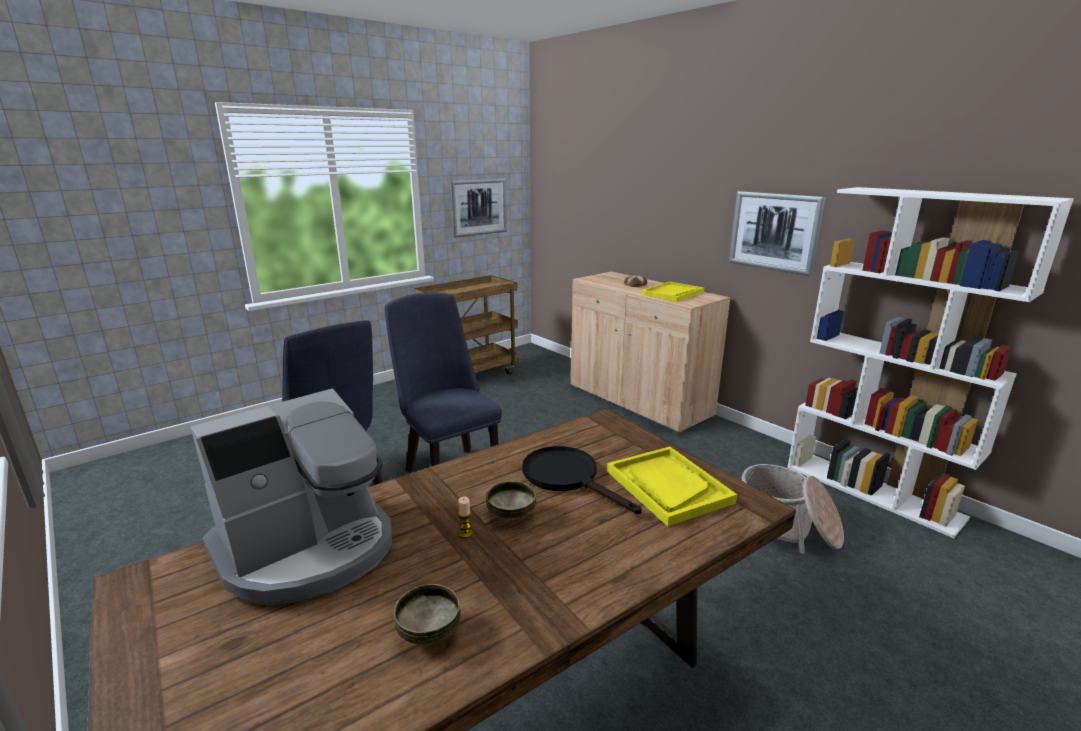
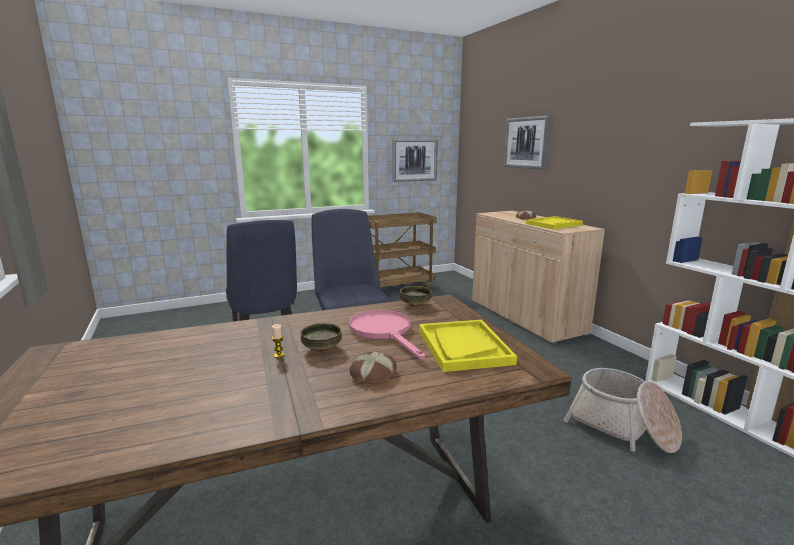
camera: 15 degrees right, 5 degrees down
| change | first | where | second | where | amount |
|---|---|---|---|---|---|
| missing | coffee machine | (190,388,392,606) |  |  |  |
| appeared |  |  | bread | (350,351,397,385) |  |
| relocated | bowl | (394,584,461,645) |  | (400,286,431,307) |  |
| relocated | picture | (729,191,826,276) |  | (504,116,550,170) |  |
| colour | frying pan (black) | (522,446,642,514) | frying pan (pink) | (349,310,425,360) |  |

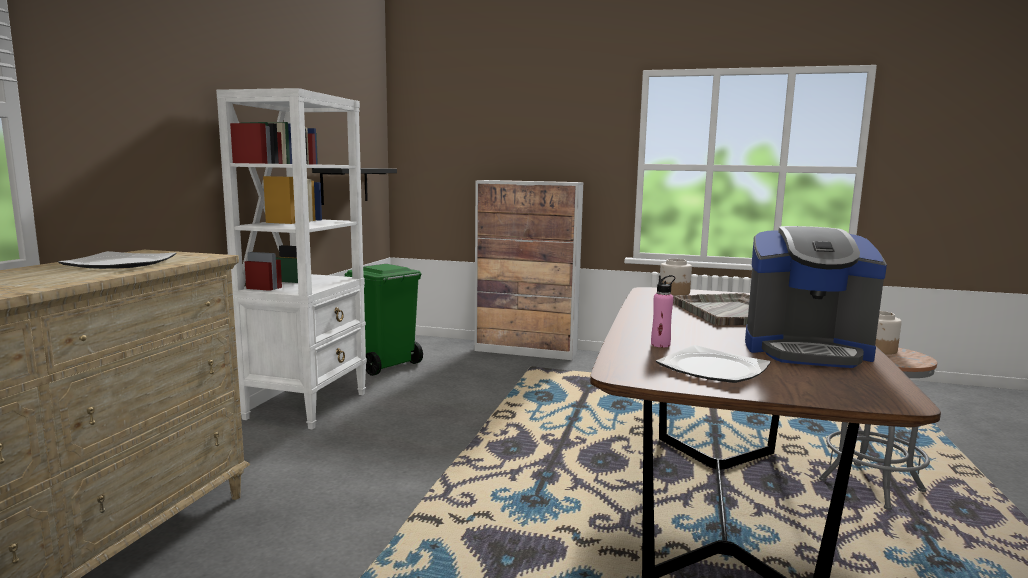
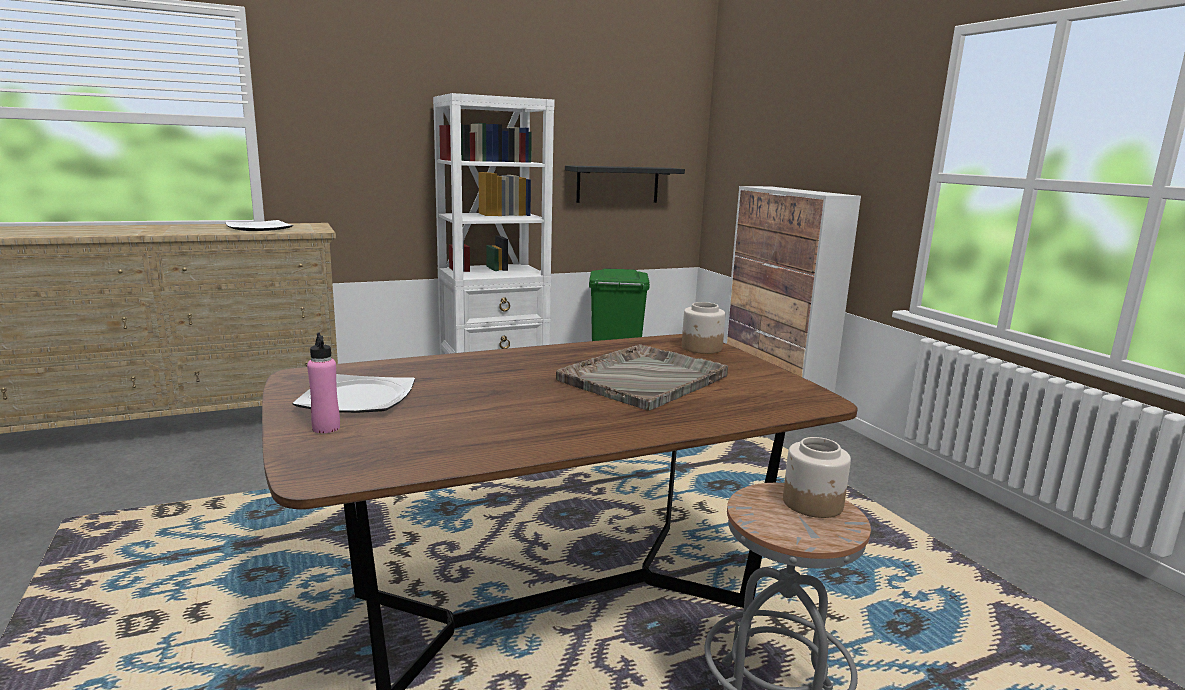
camera: 50 degrees right, 5 degrees up
| change | first | where | second | where | amount |
|---|---|---|---|---|---|
| missing | coffee machine | (745,226,887,368) |  |  |  |
| relocated | bottle (pink) | (651,275,675,347) |  | (307,333,340,433) |  |

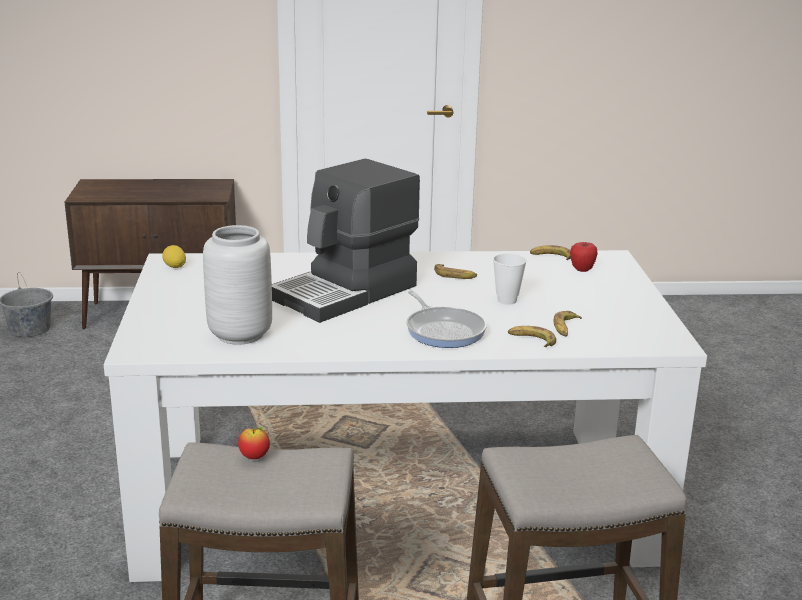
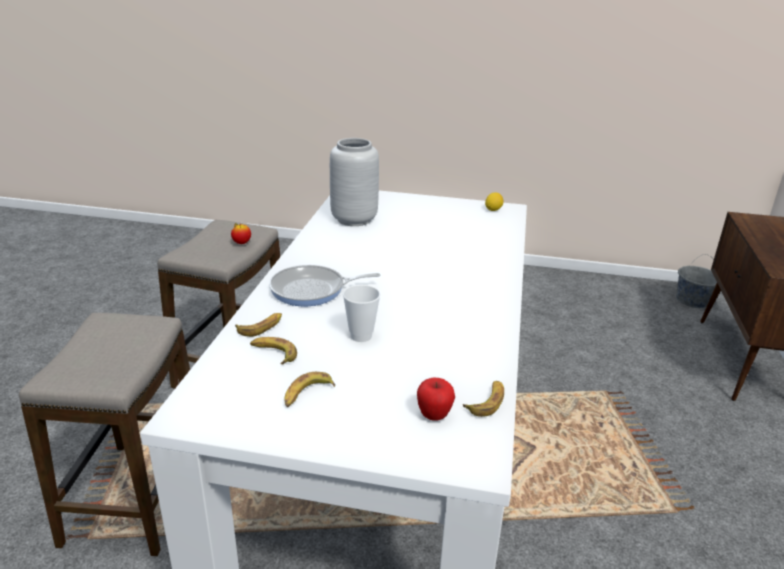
camera: 105 degrees right, 5 degrees up
| change | first | where | second | where | amount |
|---|---|---|---|---|---|
| missing | coffee machine | (272,159,420,323) |  |  |  |
| relocated | banana | (434,264,477,279) |  | (285,372,335,407) |  |

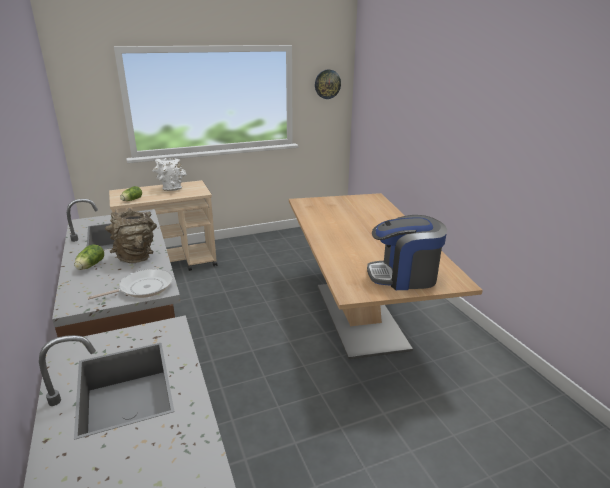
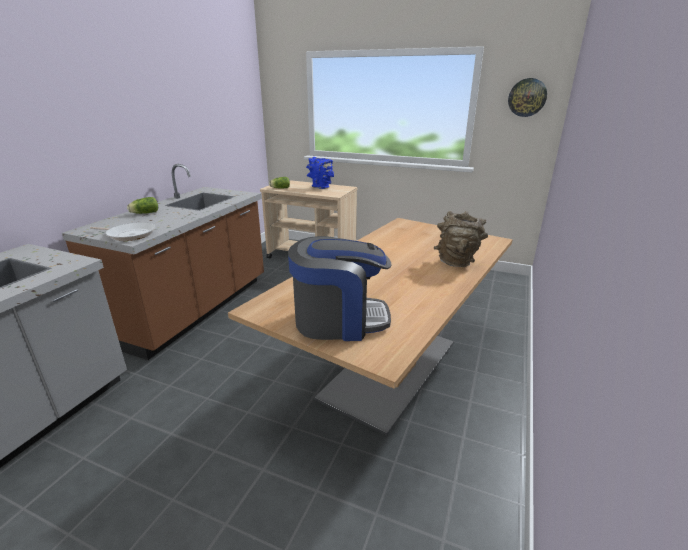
camera: 45 degrees right, 0 degrees up
| change | first | where | second | where | amount |
|---|---|---|---|---|---|
| relocated | vase (brown) | (105,208,157,264) |  | (434,211,488,267) |  |
| colour | vase (white) | (152,158,187,191) | vase (blue) | (306,157,334,189) |  |
| spun | coffee machine | (367,215,447,290) |  | (288,236,392,341) | 135 degrees clockwise |

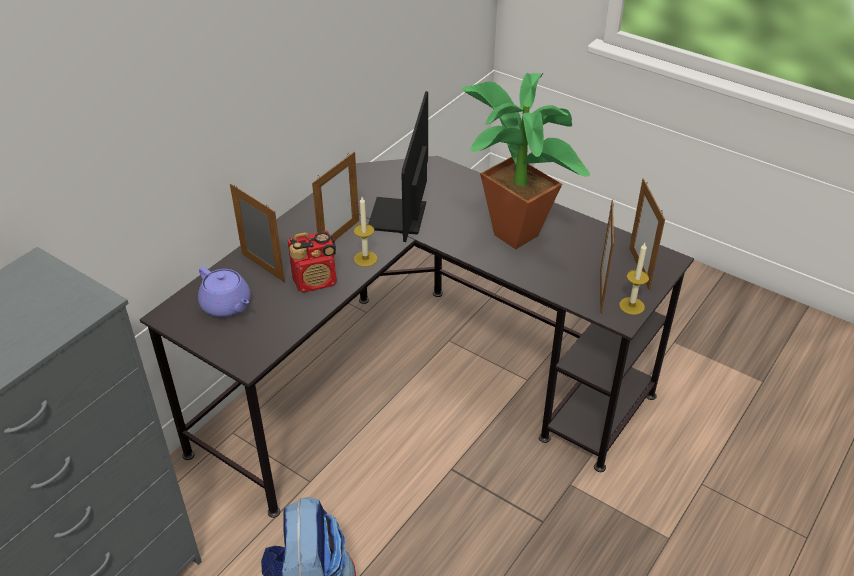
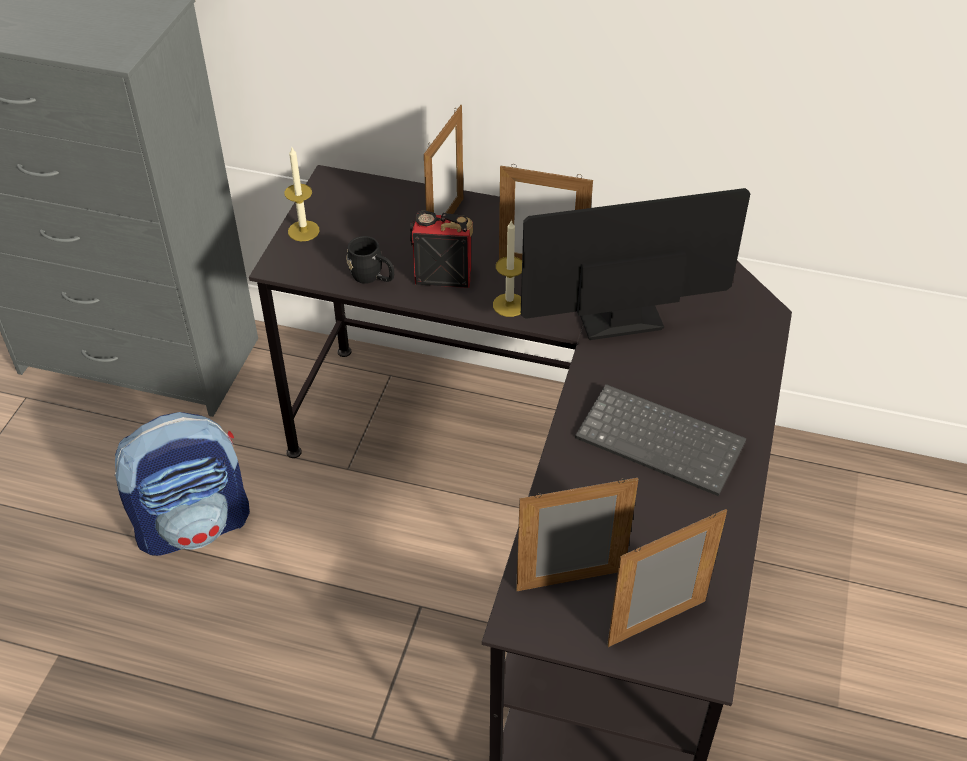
camera: 70 degrees right, 5 degrees up
| change | first | where | second | where | amount |
|---|---|---|---|---|---|
| missing | teapot (purple) | (198,267,251,317) |  |  |  |
| appeared |  |  | mug (black) | (346,236,394,284) |  |
| relocated | candle | (619,243,649,315) |  | (284,147,320,241) |  |
| exchanged | potted plant | (461,73,590,249) | keyboard | (575,384,746,496) |  |
| spun | radio | (288,231,337,293) |  | (410,210,473,288) | 135 degrees clockwise |

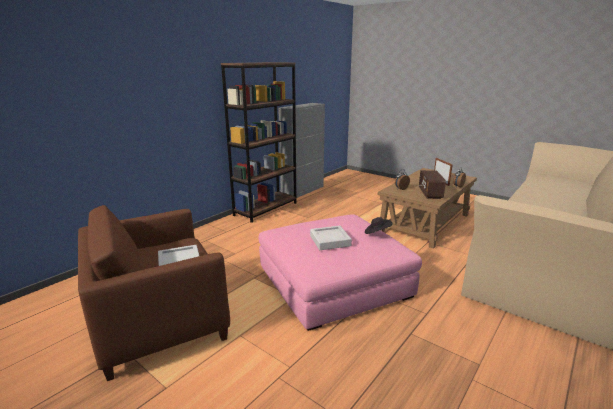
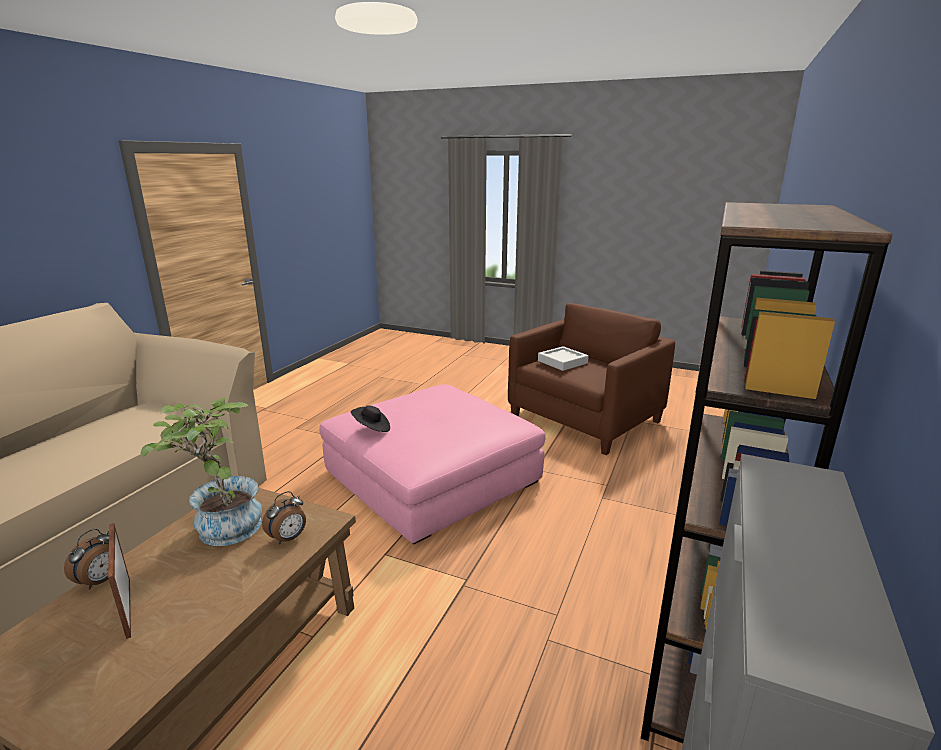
camera: 165 degrees right, 0 degrees up
| change | first | where | second | where | amount |
|---|---|---|---|---|---|
| missing | tray (grey) | (310,226,352,250) |  |  |  |
| exchanged | radio | (419,170,446,199) | potted plant | (141,398,262,546) |  |

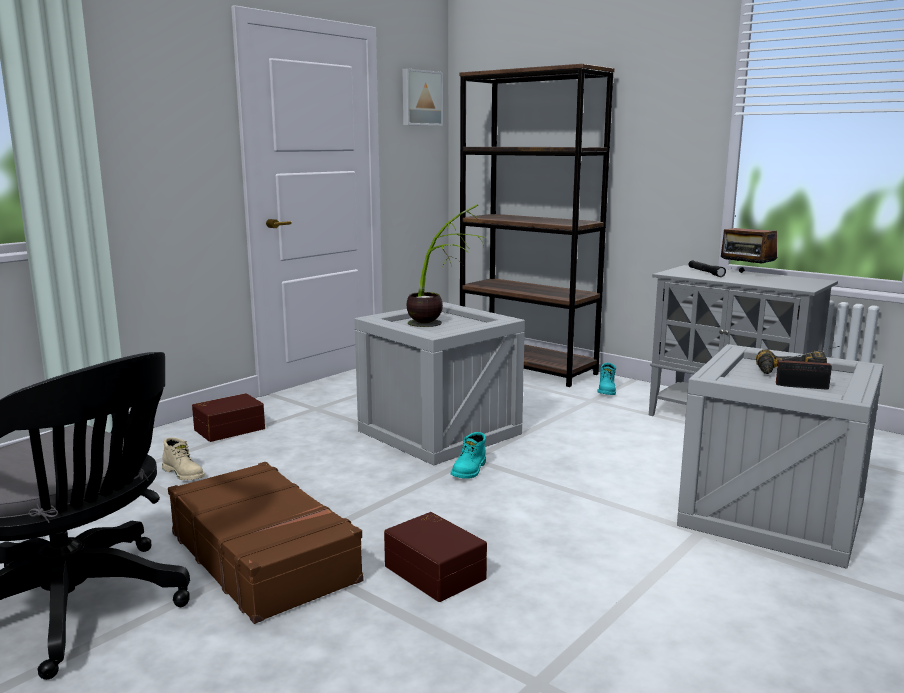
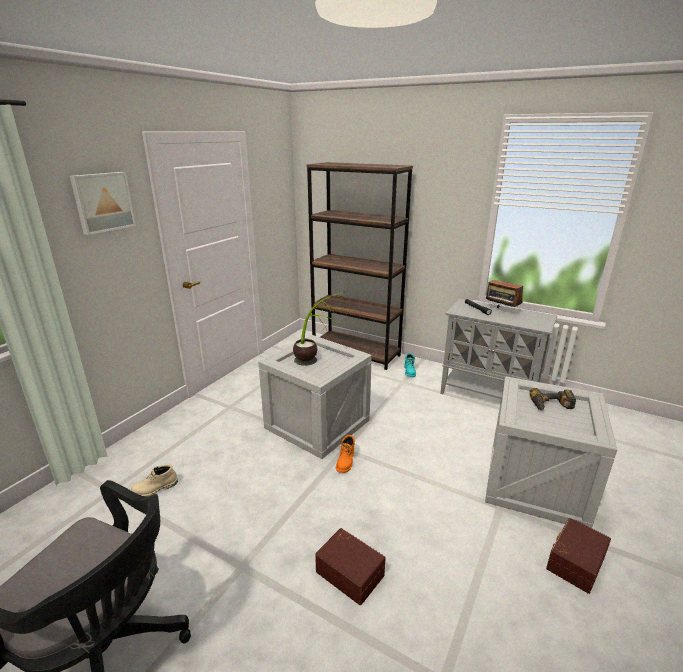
camera: 10 degrees left, 10 degrees up
| change | first | where | second | where | amount |
|---|---|---|---|---|---|
| missing | suitcase (brown) | (168,462,364,624) |  |  |  |
| missing | radio | (776,346,840,390) |  |  |  |
| relocated | storage box (brown) | (192,393,265,442) |  | (546,518,611,594) |  |
| relocated | picture | (403,68,443,126) |  | (70,172,136,235) |  |
| colour | boot (turquoise) | (451,432,486,479) | boot (orange) | (336,435,355,473) |  |
| spun | boot (beige) | (162,437,205,480) |  | (130,464,178,496) | 120 degrees clockwise |

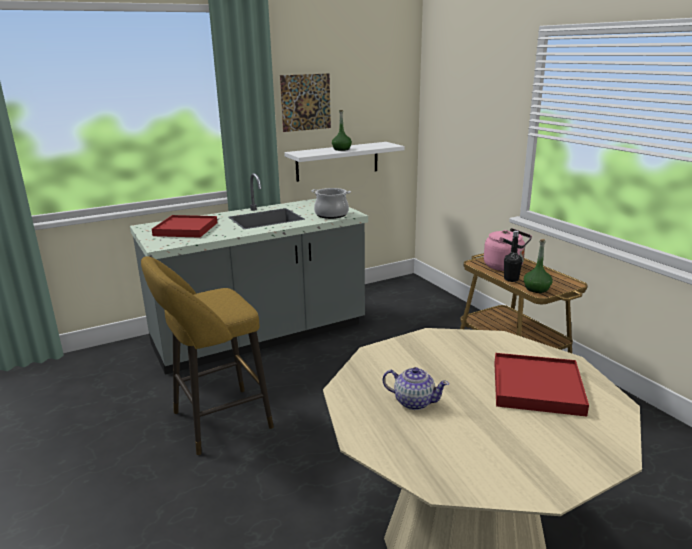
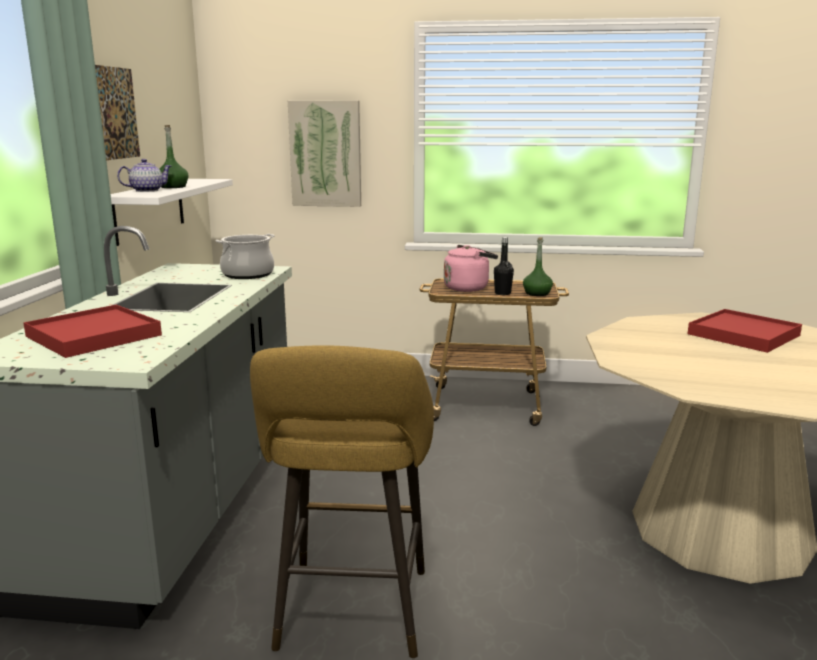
camera: 55 degrees left, 5 degrees down
| change | first | where | second | where | amount |
|---|---|---|---|---|---|
| appeared |  |  | picture | (288,100,361,207) |  |
| relocated | teapot | (383,367,449,410) |  | (117,159,172,192) |  |

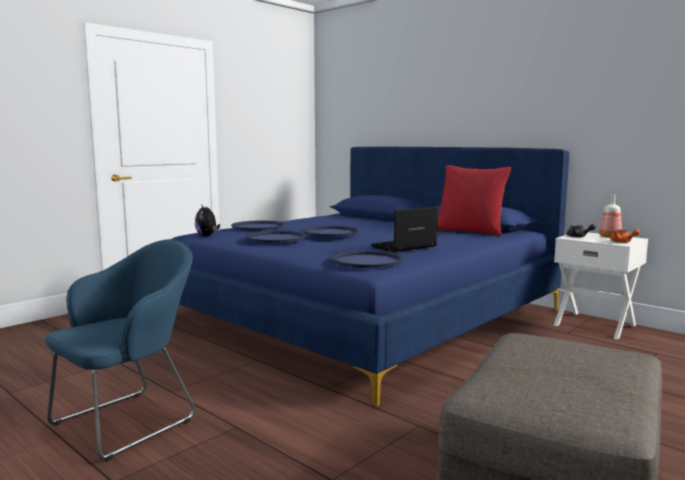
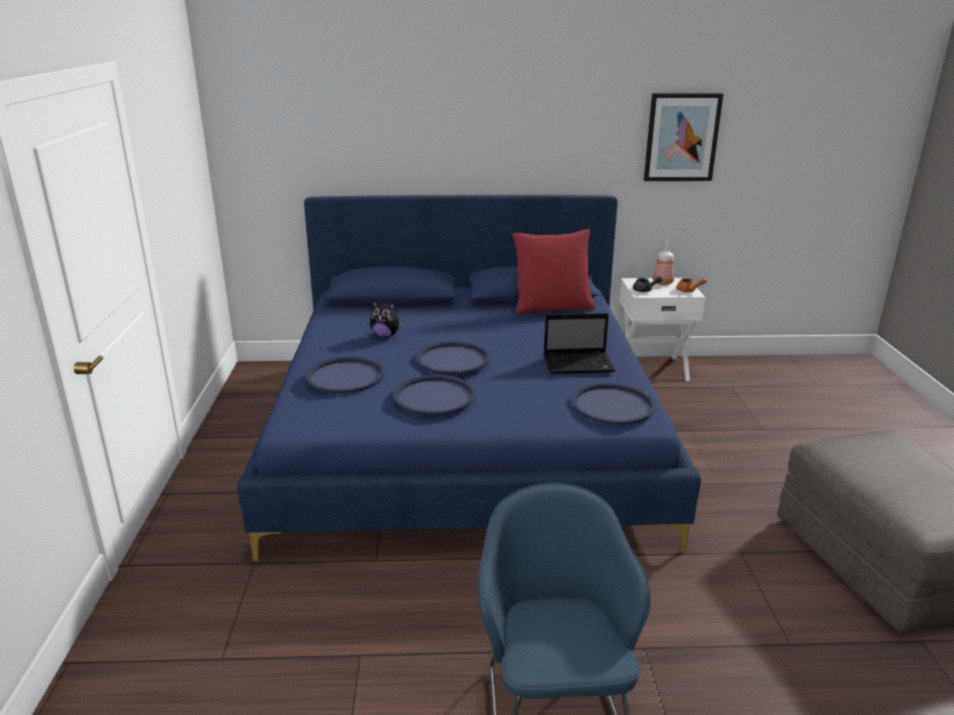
camera: 45 degrees left, 15 degrees up
| change | first | where | second | where | amount |
|---|---|---|---|---|---|
| appeared |  |  | picture | (644,93,723,181) |  |
| relocated | plush toy | (195,204,220,236) |  | (370,301,404,338) |  |
| spun | laptop | (371,207,438,252) |  | (544,313,615,374) | 105 degrees counterclockwise |

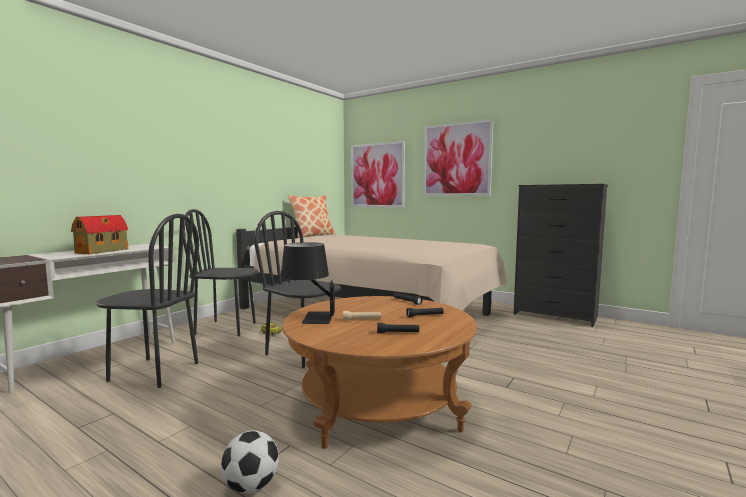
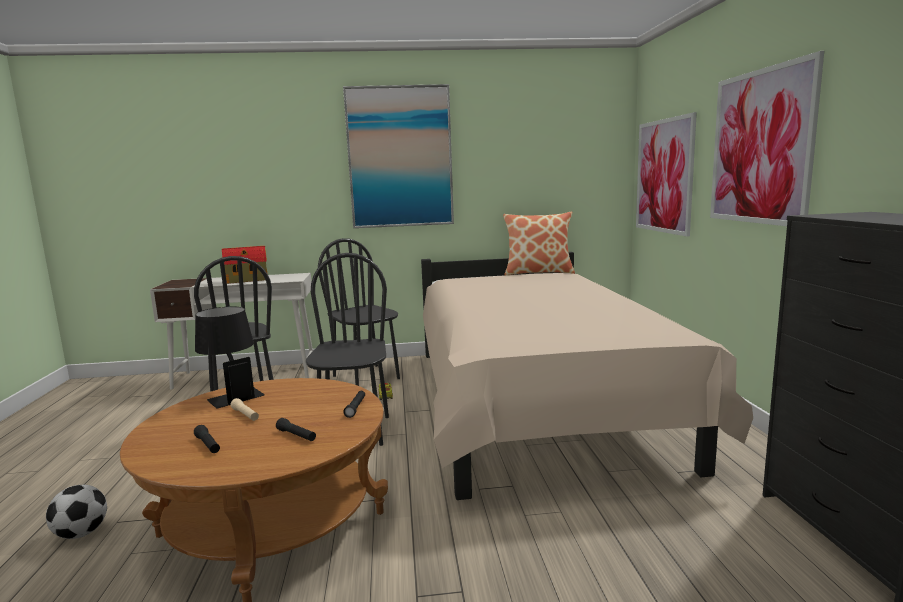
camera: 50 degrees right, 5 degrees up
| change | first | where | second | where | amount |
|---|---|---|---|---|---|
| appeared |  |  | picture | (343,84,454,228) |  |

